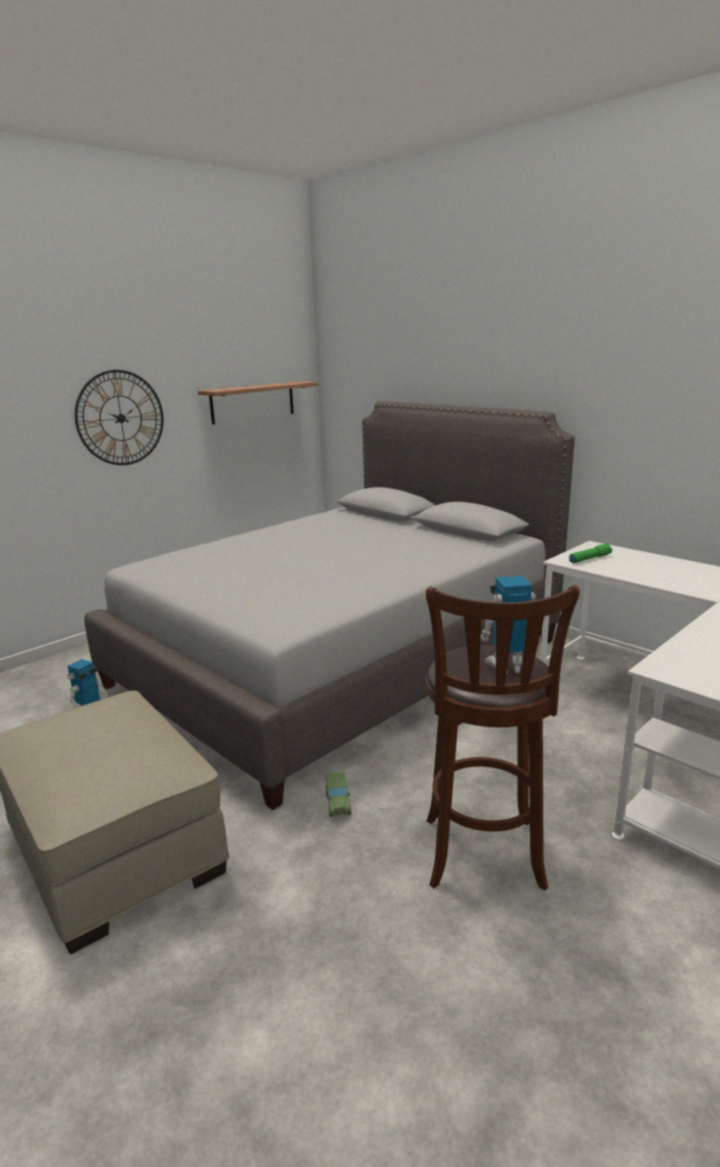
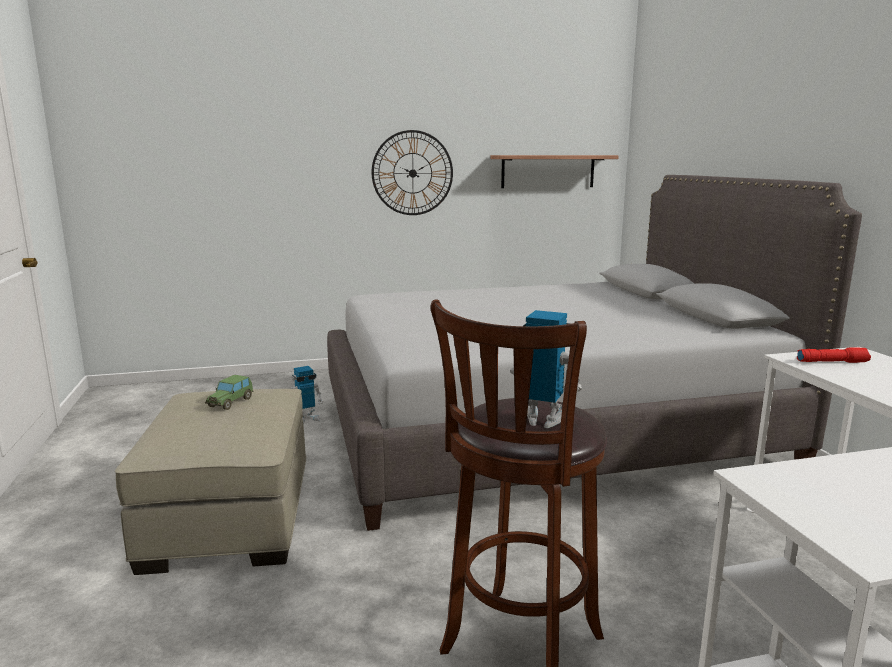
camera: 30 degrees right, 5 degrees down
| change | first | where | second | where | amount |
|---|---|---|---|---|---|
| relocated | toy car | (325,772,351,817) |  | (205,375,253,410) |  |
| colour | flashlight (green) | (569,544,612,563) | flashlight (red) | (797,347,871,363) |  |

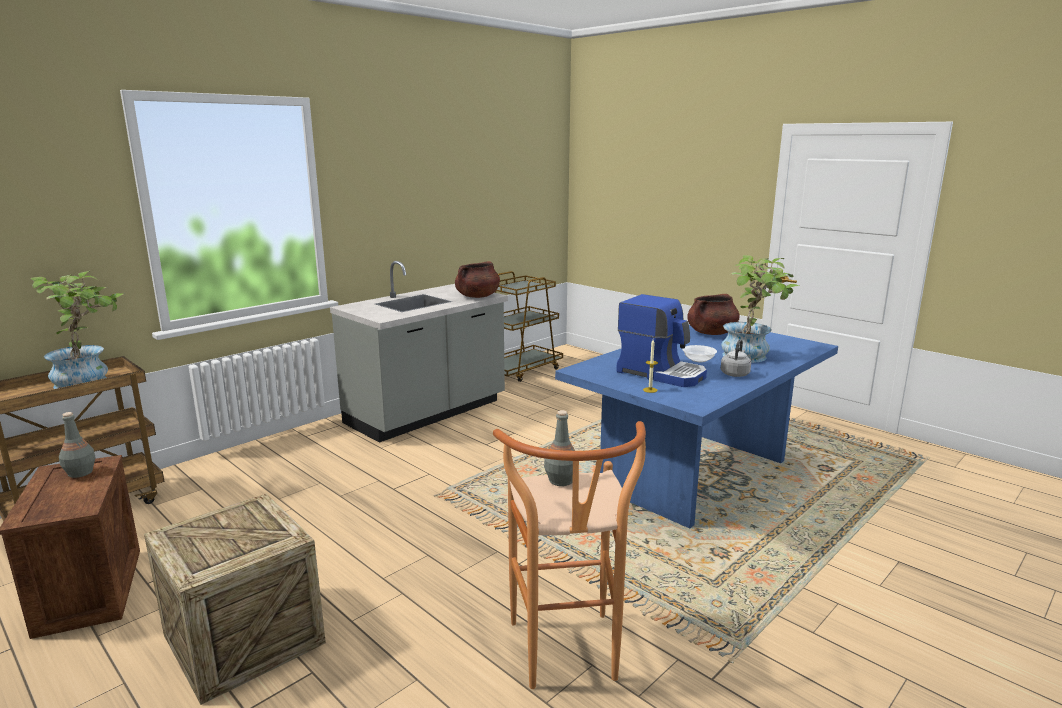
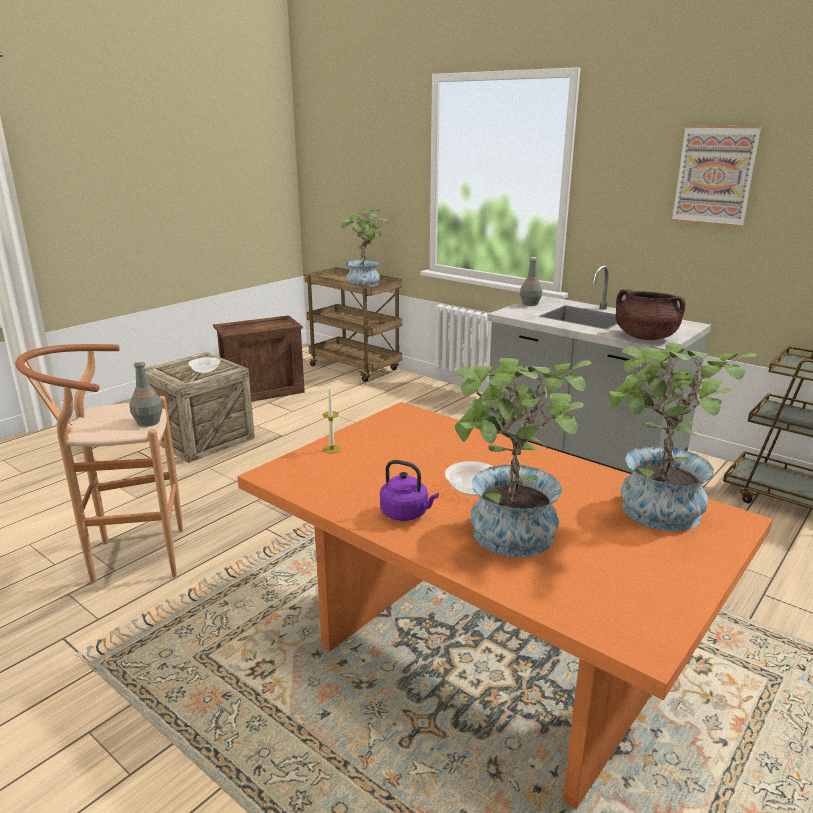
camera: 85 degrees right, 5 degrees up
| change | first | where | second | where | amount |
|---|---|---|---|---|---|
| missing | coffee machine | (616,294,707,387) |  |  |  |
| appeared |  |  | bowl | (188,357,220,374) |  |
| appeared |  |  | picture | (671,125,762,227) |  |
| relocated | bottle (grey) | (59,412,96,478) |  | (520,257,542,306) |  |
| exchanged | cooking pot (brown) | (687,294,740,335) | potted plant | (608,343,757,531) |  |
| colour | dining table (blue) | (555,325,838,528) | dining table (orange) | (237,402,773,809) |  |
| colour | kettle (grey) | (721,339,751,377) | kettle (purple) | (380,460,439,521) |  |

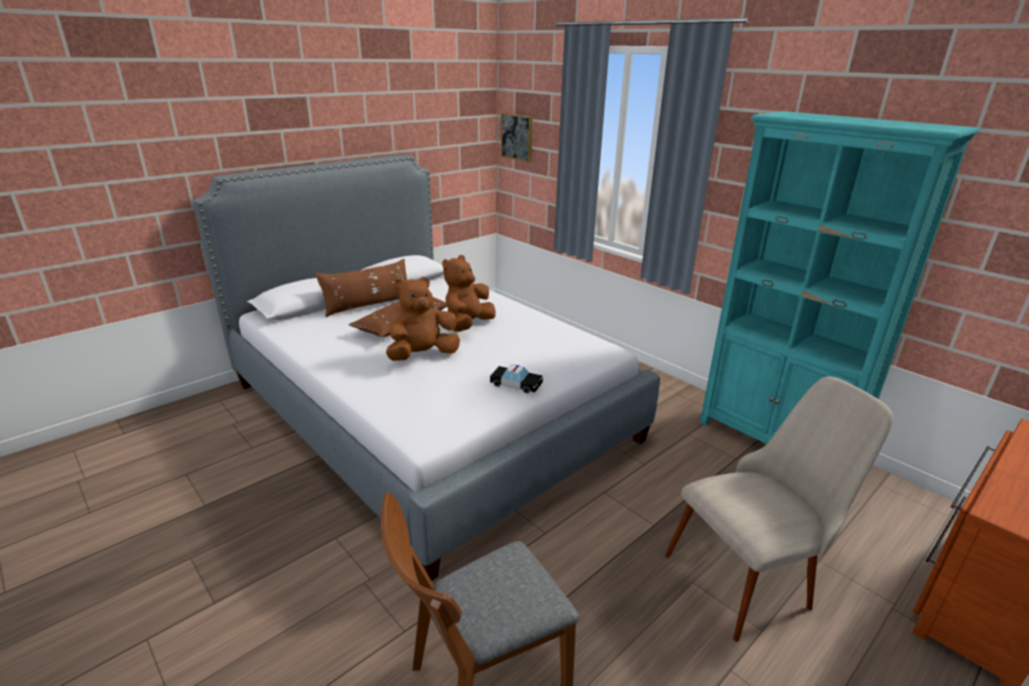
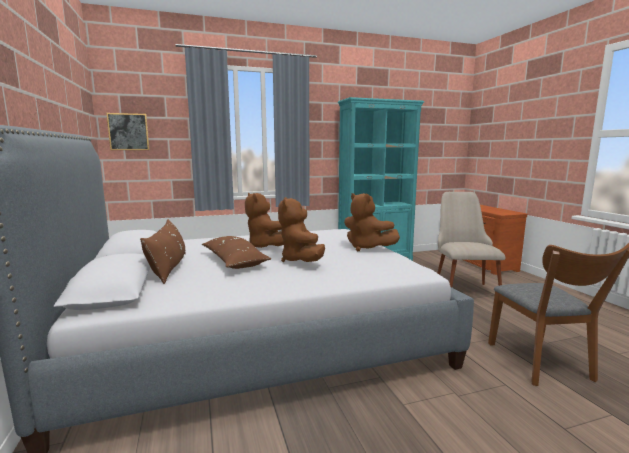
camera: 65 degrees left, 15 degrees down
| change | first | where | second | where | amount |
|---|---|---|---|---|---|
| exchanged | toy car | (490,364,543,393) | plush toy (brown) | (344,193,400,251) |  |

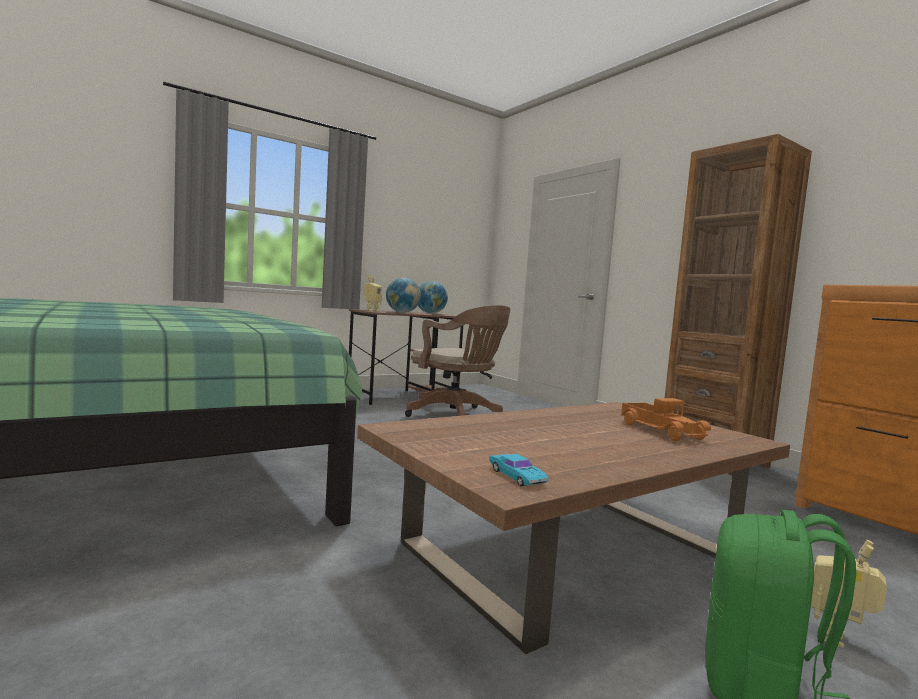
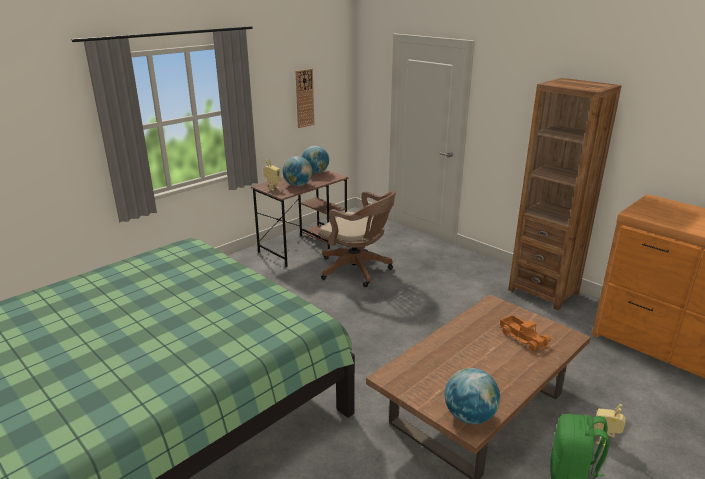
camera: 10 degrees left, 20 degrees up
| change | first | where | second | where | amount |
|---|---|---|---|---|---|
| appeared |  |  | wall clock | (295,69,314,128) |  |
| exchanged | toy car (turquoise) | (489,454,549,486) | globe | (445,368,500,425) |  |

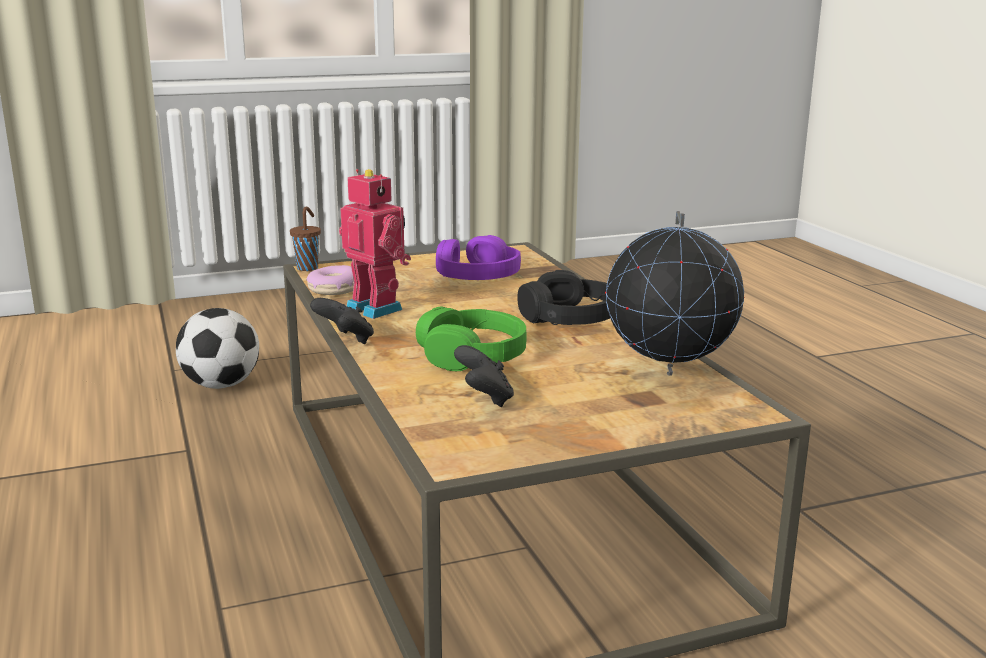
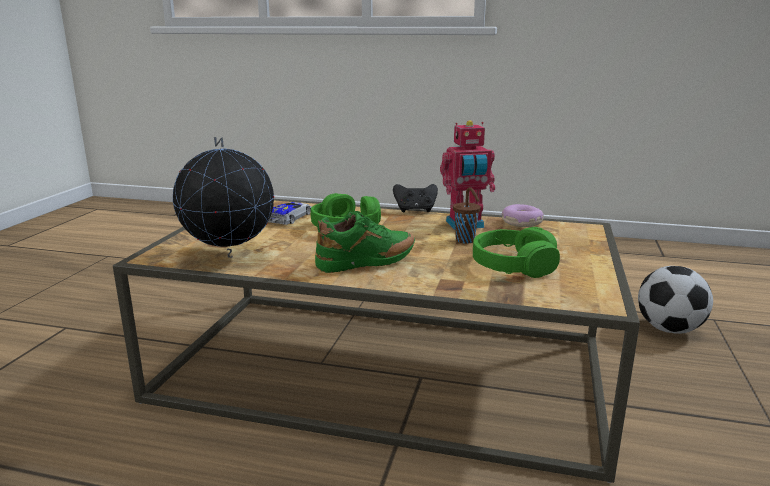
camera: 125 degrees right, 0 degrees up
| change | first | where | second | where | amount |
|---|---|---|---|---|---|
| relocated | cup (brown) | (290,207,321,271) |  | (453,187,481,244) |  |
| exchanged | game controller (black) | (454,345,514,407) | toy car | (268,202,311,225) |  |
| exchanged | headphones (black) | (517,270,610,325) | shoe (green) | (315,211,415,273) |  |
| colour | headphones (purple) | (436,235,521,280) | headphones (green) | (473,227,560,278) |  |

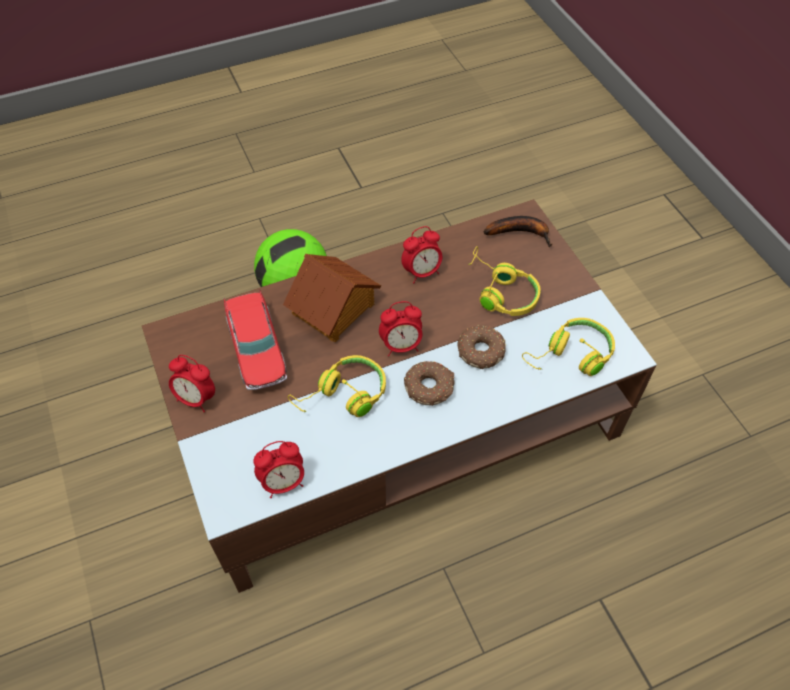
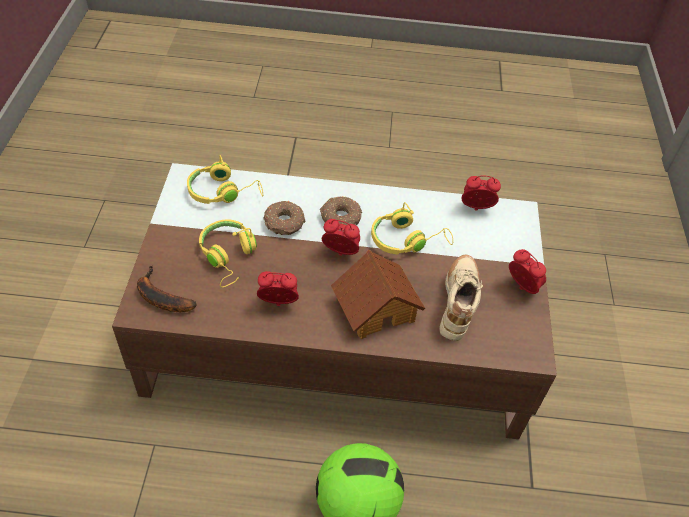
camera: 155 degrees left, 5 degrees down
| change | first | where | second | where | amount |
|---|---|---|---|---|---|
| exchanged | toy car | (224,289,287,390) | shoe (beige) | (439,254,483,341) |  |

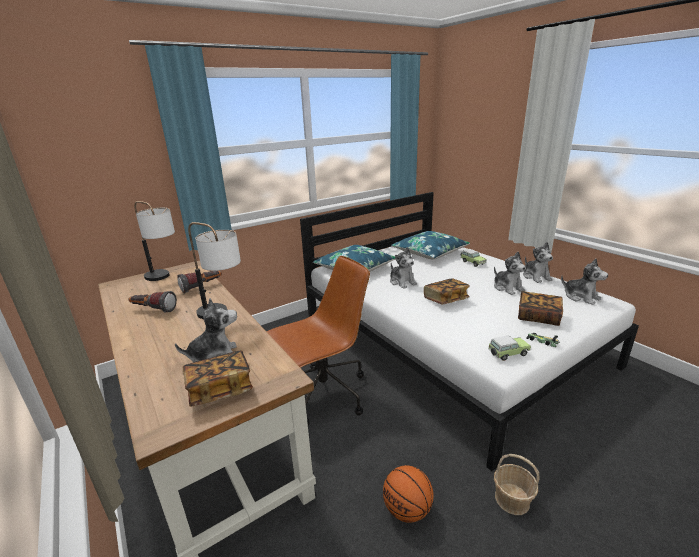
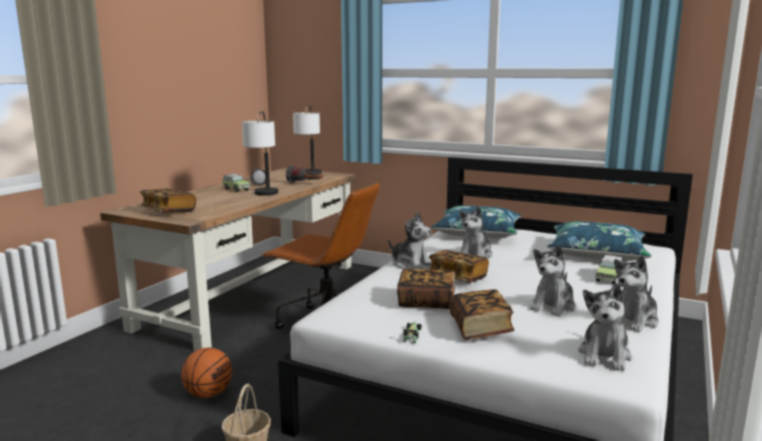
camera: 60 degrees right, 10 degrees down
| change | first | where | second | where | amount |
|---|---|---|---|---|---|
| appeared |  |  | book | (397,268,455,309) |  |
| relocated | plush toy | (175,298,237,362) |  | (388,212,432,269) |  |
| relocated | toy car | (488,335,531,361) |  | (222,174,250,192) |  |

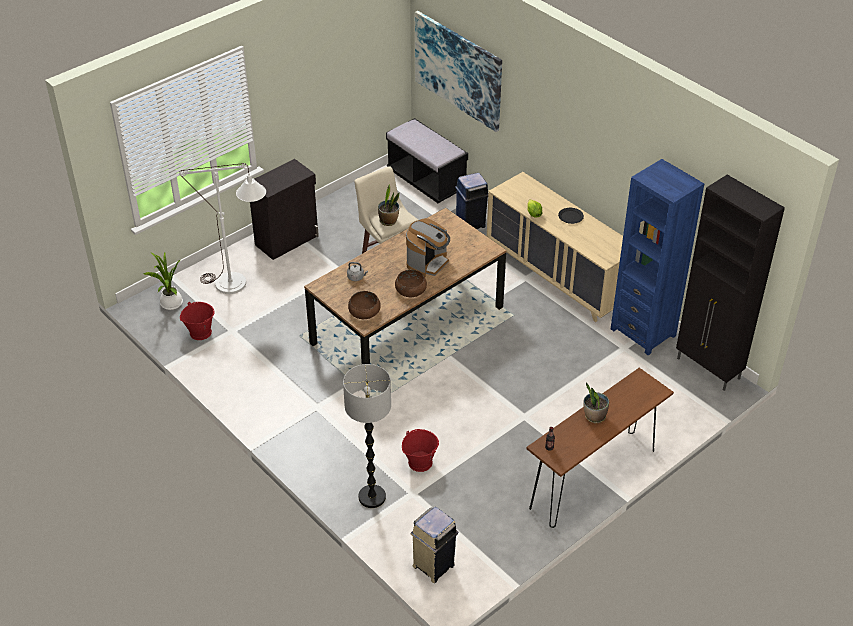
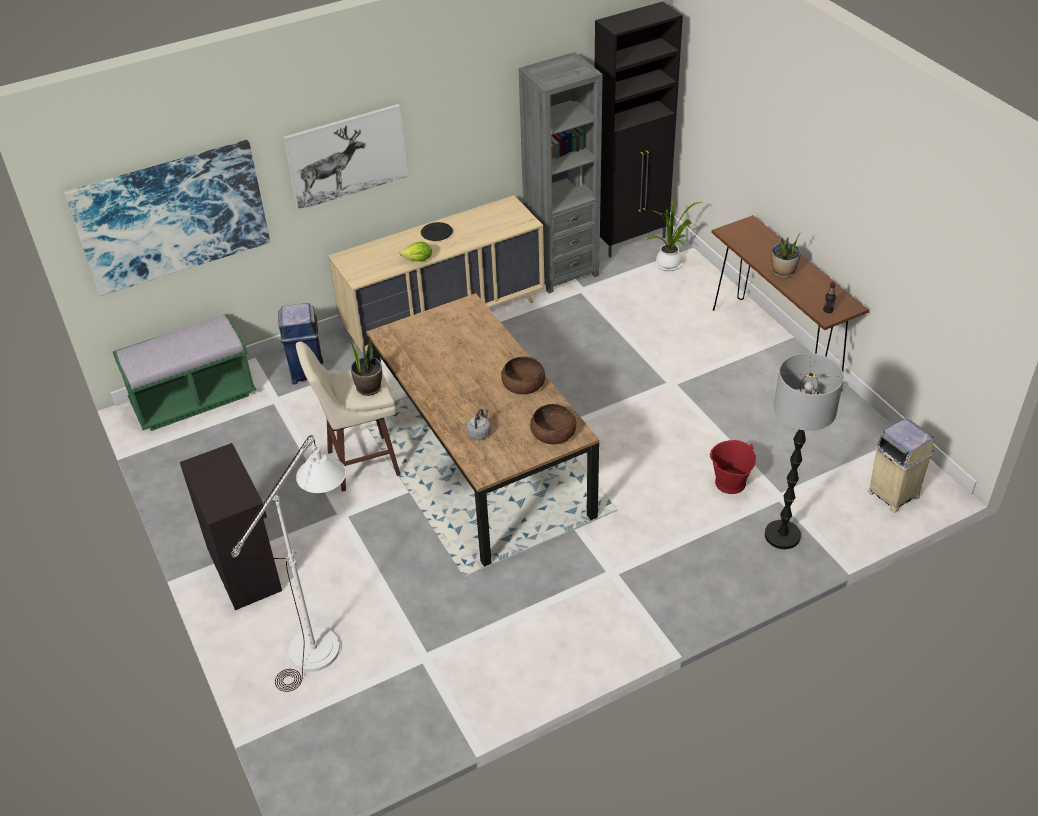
camera: 75 degrees left, 0 degrees up
| change | first | where | second | where | amount |
|---|---|---|---|---|---|
| missing | bucket (red) | (180,302,215,340) |  |  |  |
| missing | coffee machine | (406,218,450,277) |  |  |  |
| appeared |  |  | picture | (284,104,408,211) |  |
| relocated | potted plant | (143,252,183,310) |  | (647,199,704,271) |  |
| colour | bench (black) | (386,118,468,203) | bench (green) | (113,314,256,431) |  |
| colour | bookcase (blue) | (611,159,704,355) | bookcase (grey) | (518,52,603,293) |  |

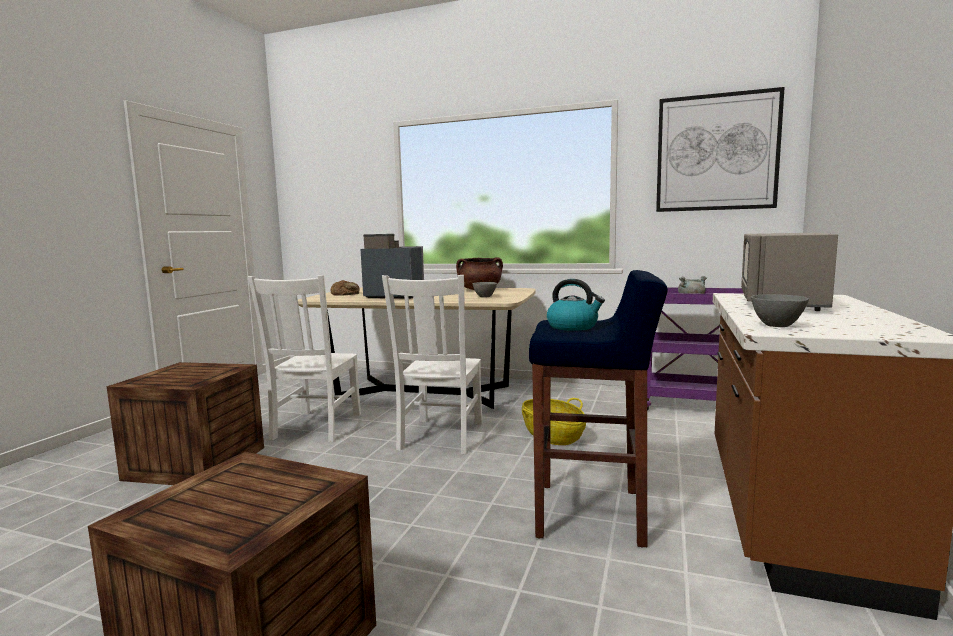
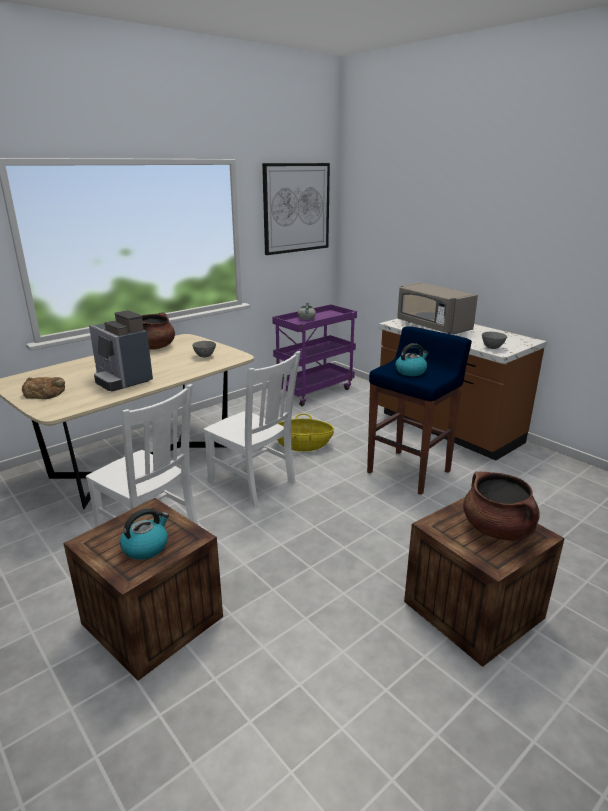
camera: 60 degrees left, 15 degrees up
| change | first | where | second | where | amount |
|---|---|---|---|---|---|
| appeared |  |  | kettle | (120,508,169,560) |  |
| appeared |  |  | cooking pot (brown) | (463,471,540,541) |  |
| spun | coffee machine | (361,234,424,299) |  | (89,310,153,392) | 90 degrees counterclockwise |

